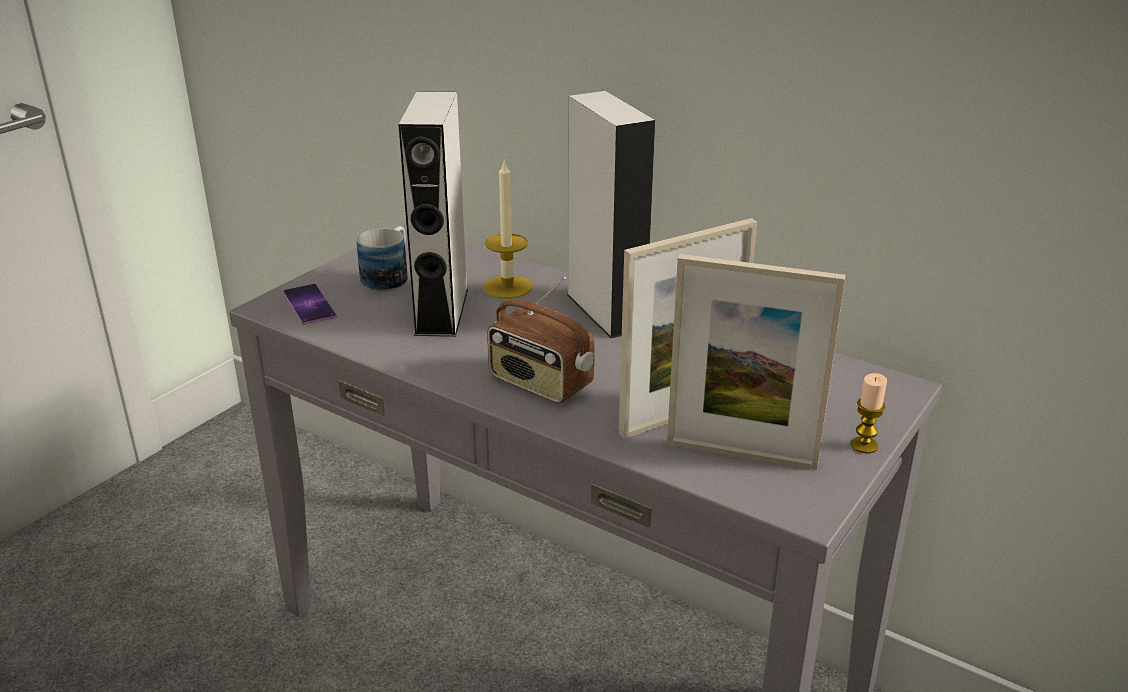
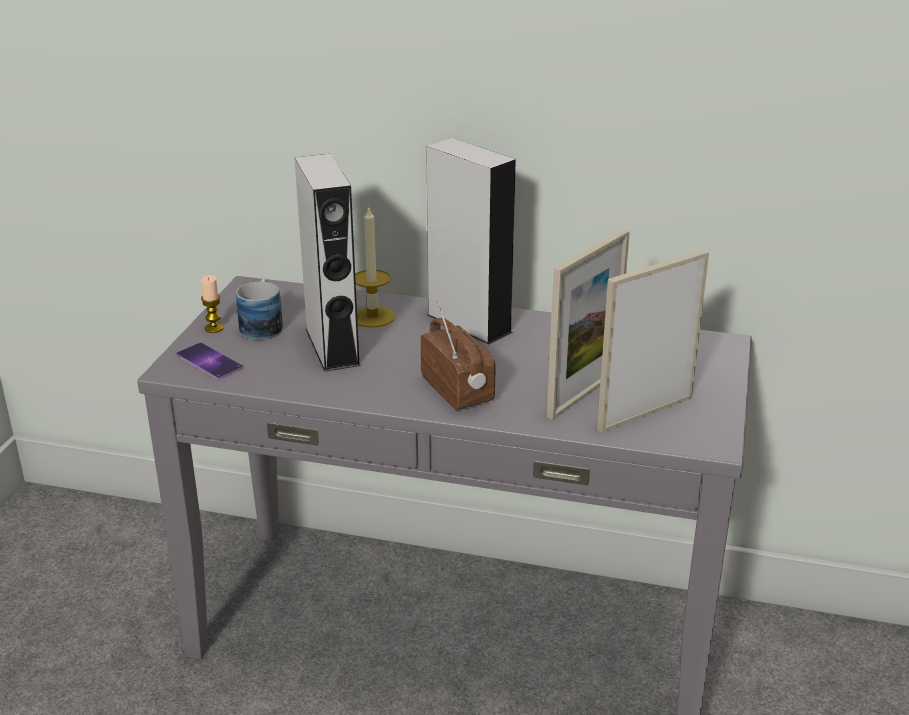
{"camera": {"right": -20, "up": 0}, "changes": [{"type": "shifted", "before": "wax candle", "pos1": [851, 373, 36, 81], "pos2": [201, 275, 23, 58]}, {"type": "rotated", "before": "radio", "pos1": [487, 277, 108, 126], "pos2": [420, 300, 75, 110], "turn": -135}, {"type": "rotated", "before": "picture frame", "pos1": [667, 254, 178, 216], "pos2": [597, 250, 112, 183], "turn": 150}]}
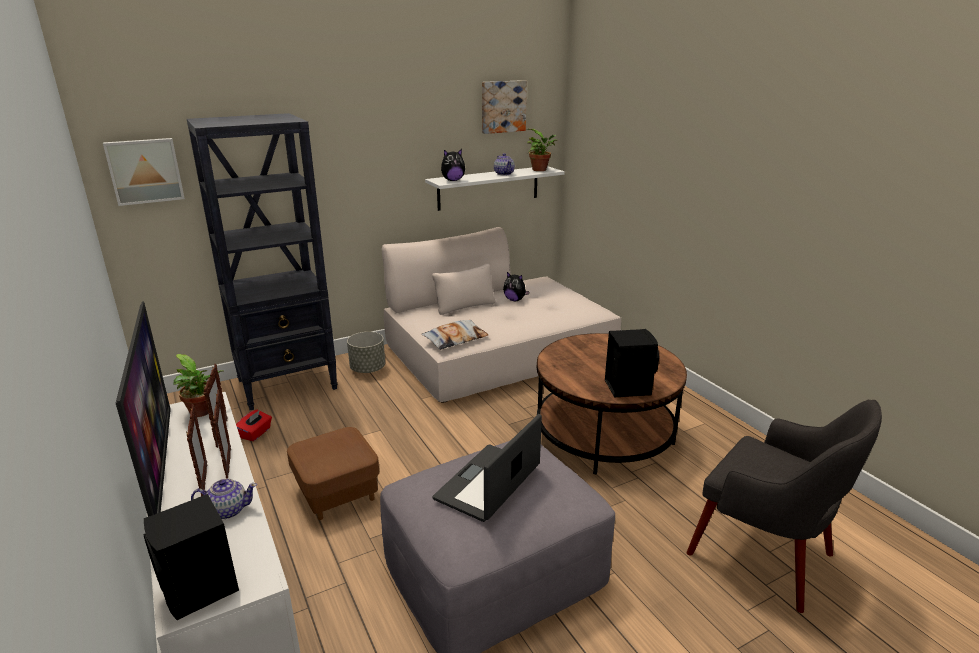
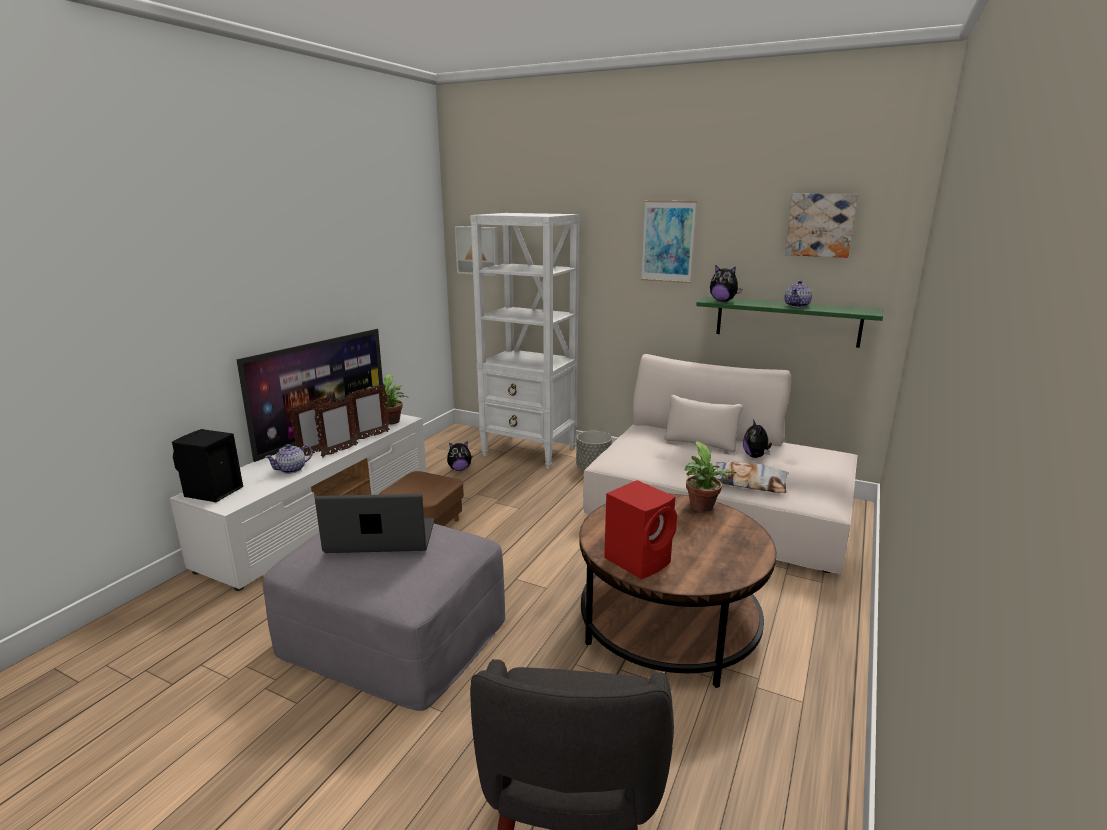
{"camera": {"right": 55, "up": -5}, "changes": [{"type": "rotated", "before": "teapot", "pos1": [191, 479, 66, 40], "pos2": [265, 444, 48, 30], "turn": 90}, {"type": "swapped", "before": "reddish tissue box", "after": "plush toy", "pos1": [236, 410, 36, 31], "pos2": [447, 441, 26, 30]}, {"type": "repainted", "before": "blackish bookcase", "after": "whitish bookcase", "pos1": [187, 113, 151, 297], "pos2": [470, 213, 110, 256]}, {"type": "repainted", "before": "blackish loudspeaker", "after": "reddish loudspeaker", "pos1": [605, 329, 54, 69], "pos2": [604, 480, 73, 99]}, {"type": "new", "after": "wall art", "pos2": [641, 201, 55, 82]}, {"type": "shifted", "before": "potted plant", "pos1": [527, 129, 31, 42], "pos2": [684, 441, 52, 71]}, {"type": "repainted", "before": "whitish shelf", "after": "green shelf", "pos1": [425, 166, 140, 45], "pos2": [696, 296, 187, 52]}, {"type": "shifted", "before": "pillow", "pos1": [421, 320, 67, 30], "pos2": [715, 462, 74, 31]}]}
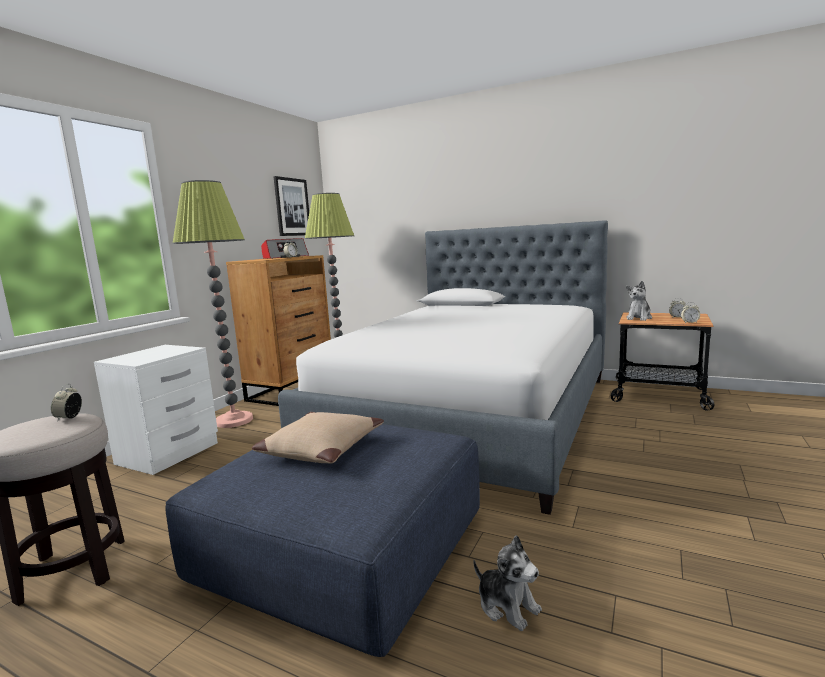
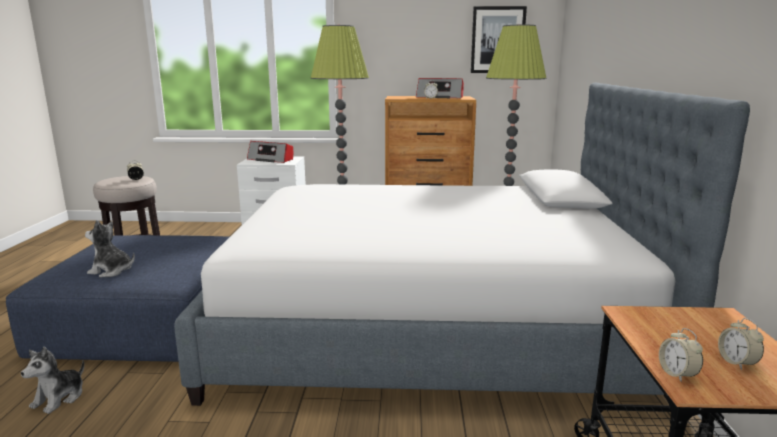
{"camera": {"right": 65, "up": 5}, "changes": [{"type": "shifted", "before": "plush toy", "pos1": [626, 281, 26, 40], "pos2": [85, 220, 50, 57]}, {"type": "new", "after": "radio", "pos2": [247, 141, 46, 22]}, {"type": "gone", "before": "beige-coloured pillow", "pos1": [252, 412, 132, 51]}]}
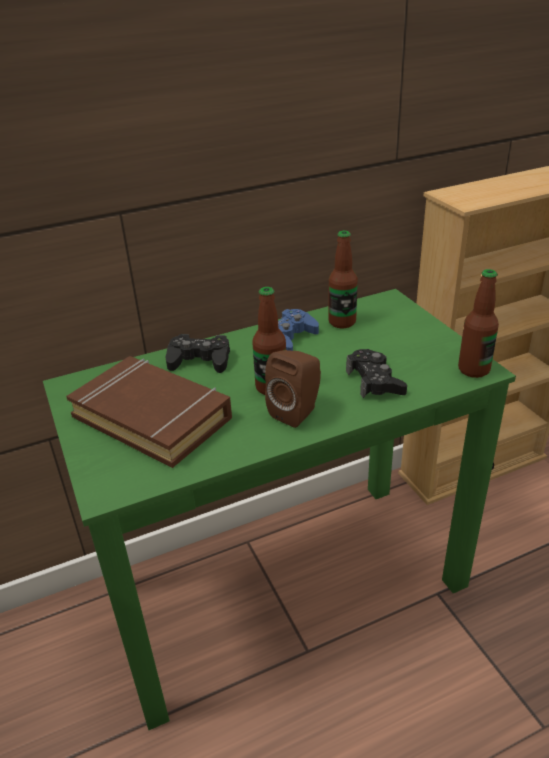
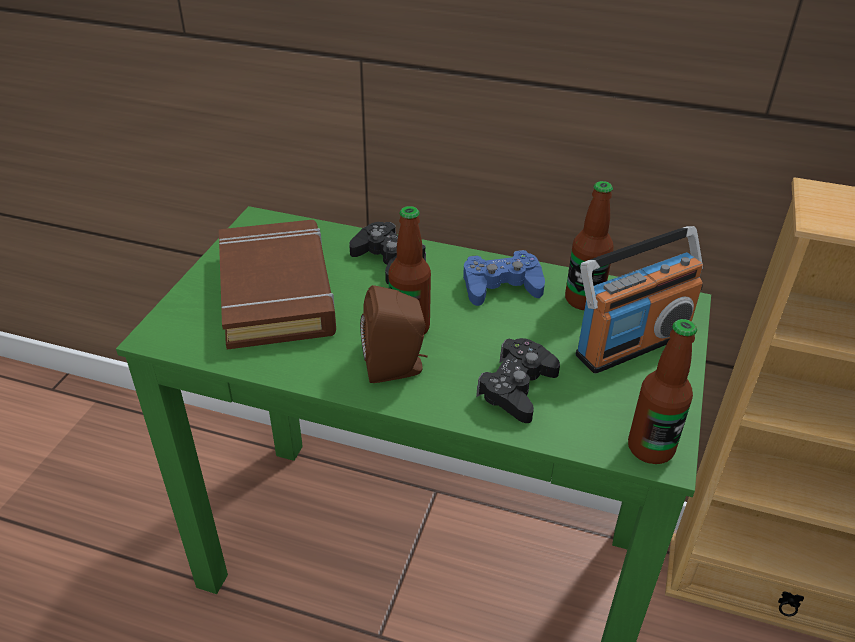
{"camera": {"right": 40, "up": 5}, "changes": [{"type": "new", "after": "radio", "pos2": [575, 226, 128, 148]}]}
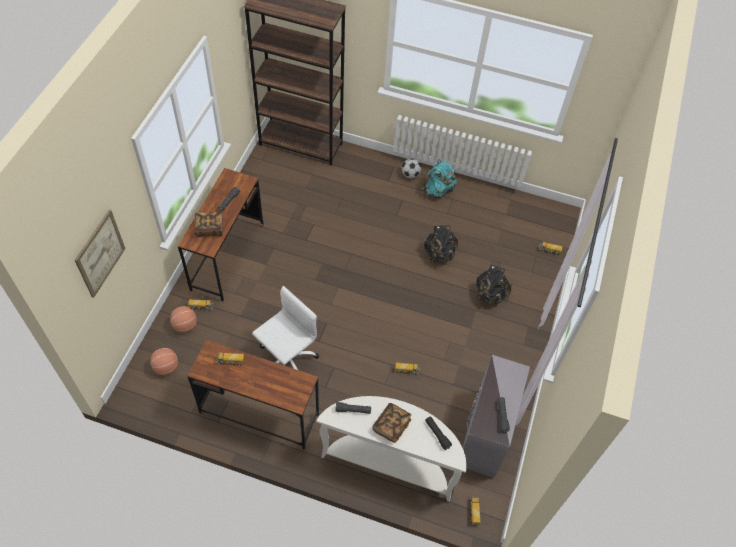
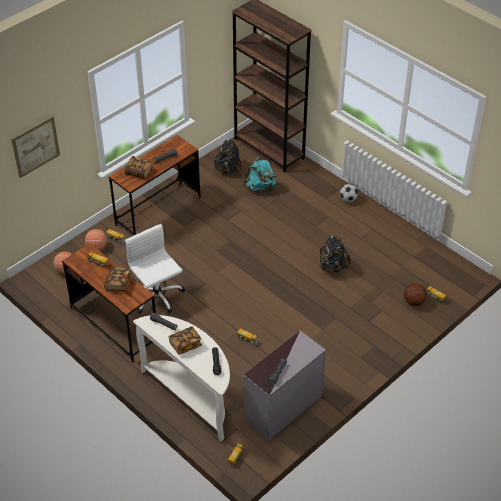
{"camera": {"right": 30, "up": -10}, "changes": [{"type": "new", "after": "volume", "pos2": [104, 266, 28, 25]}, {"type": "rotated", "before": "whitish computer chair", "pos1": [252, 286, 67, 84], "pos2": [125, 224, 60, 90], "turn": -105}, {"type": "shifted", "before": "blackish backpack", "pos1": [477, 265, 34, 39], "pos2": [214, 139, 28, 35]}, {"type": "shifted", "before": "turquoise-coloured backpack", "pos1": [421, 159, 36, 39], "pos2": [243, 156, 33, 37]}, {"type": "new", "after": "basketball ball", "pos2": [404, 283, 23, 23]}]}
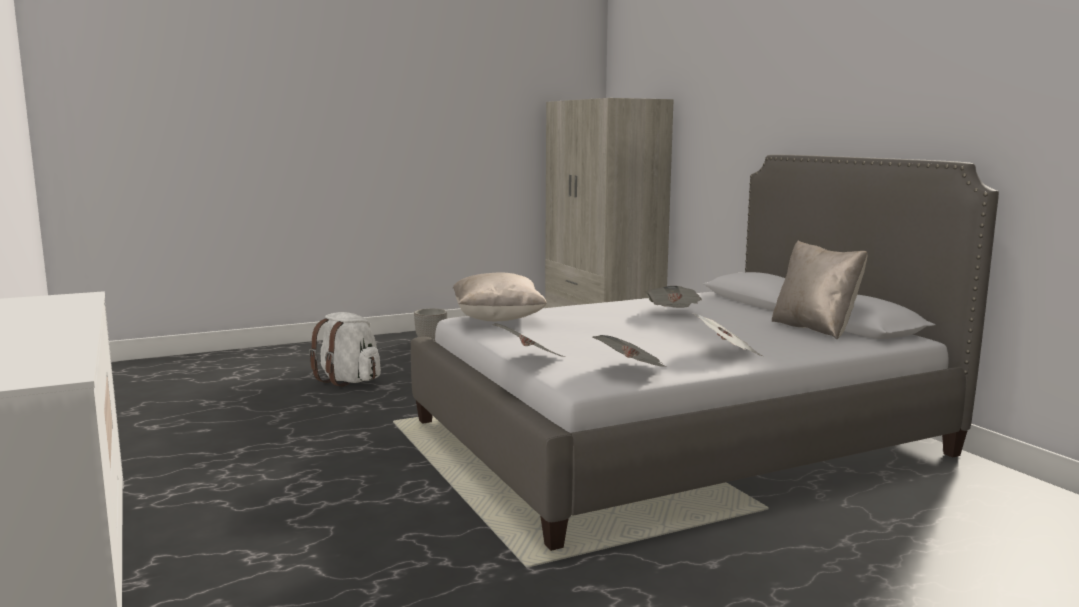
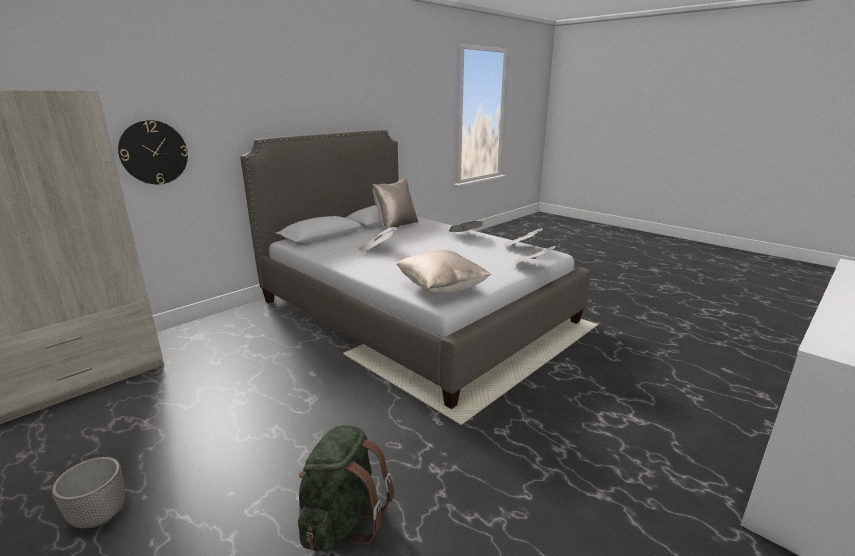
{"camera": {"right": -110, "up": 10}, "changes": [{"type": "new", "after": "clock on the wall", "pos2": [118, 120, 70, 64]}, {"type": "repainted", "before": "whitish backpack", "after": "green backpack", "pos1": [309, 312, 72, 75], "pos2": [298, 425, 96, 127]}]}
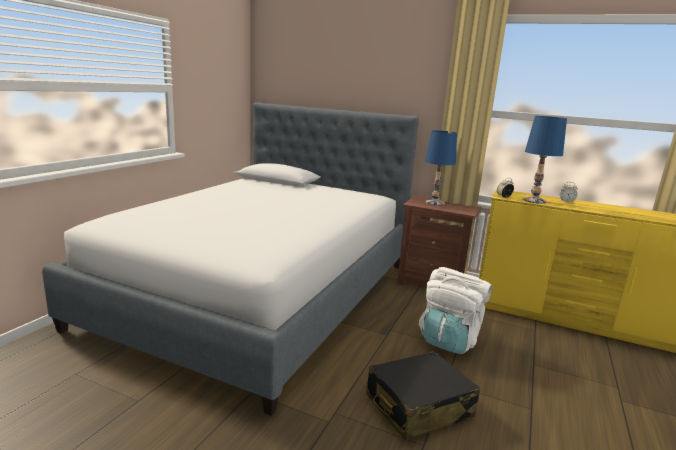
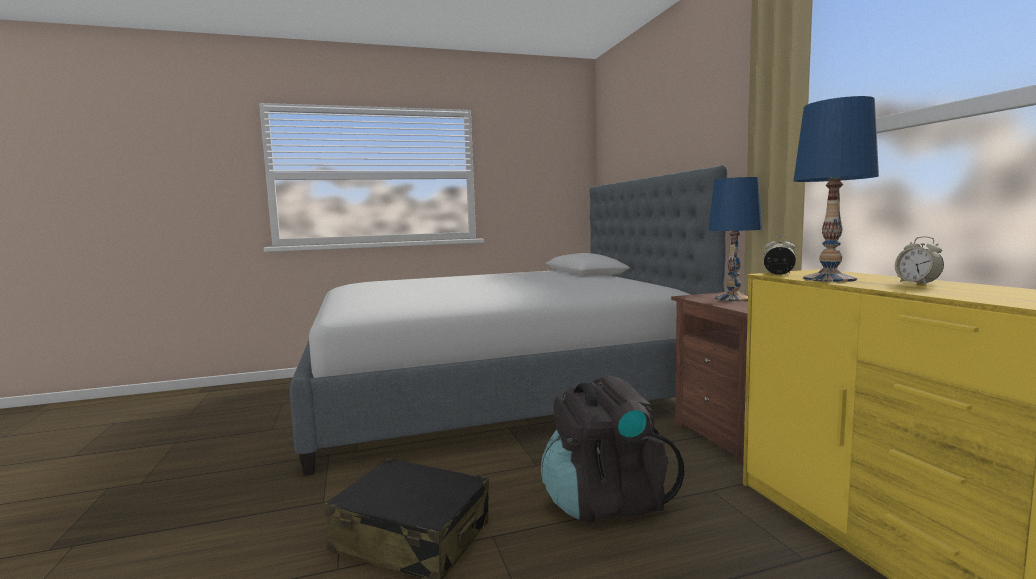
{"camera": {"right": 50, "up": -10}, "changes": [{"type": "repainted", "before": "whitish backpack", "after": "blackish backpack", "pos1": [419, 267, 73, 87], "pos2": [541, 375, 143, 148]}]}
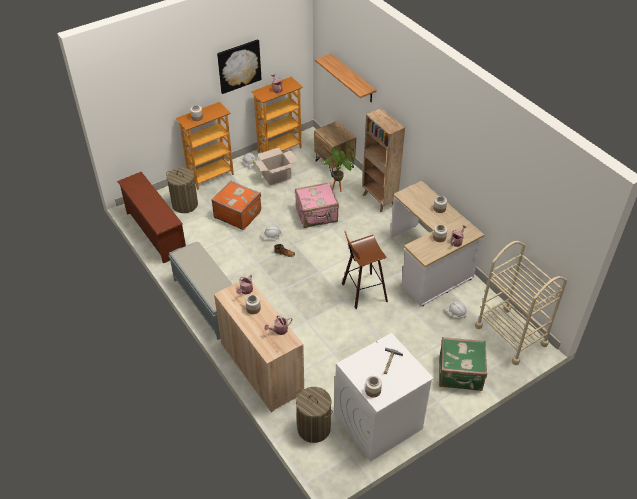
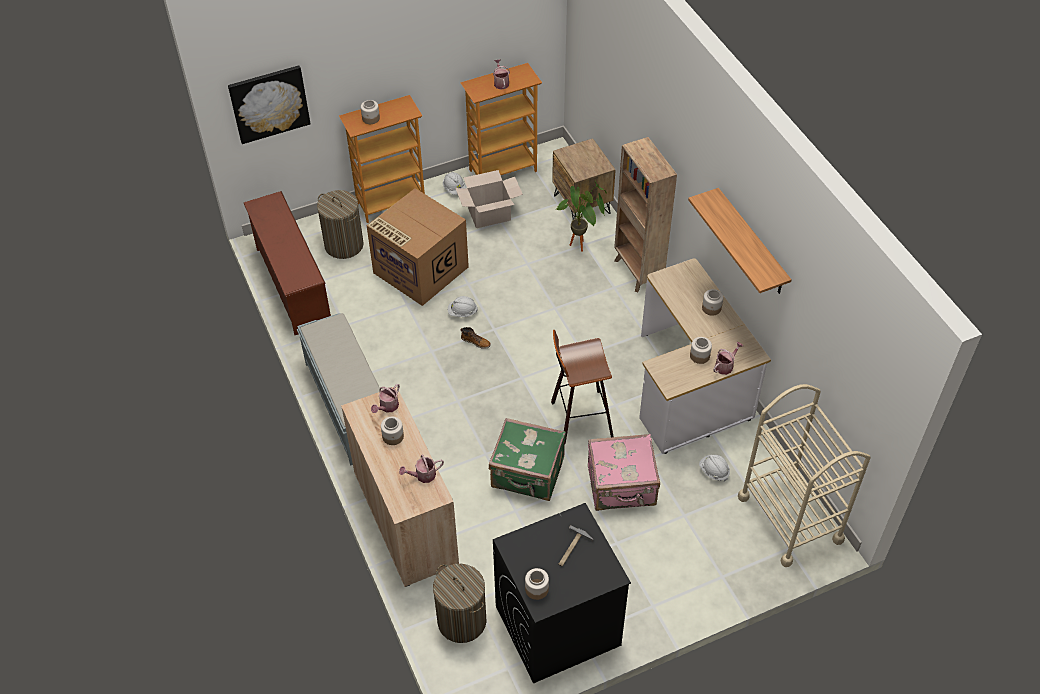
{"camera": {"right": 10, "up": 5}, "changes": [{"type": "shifted", "before": "wall art", "pos1": [217, 39, 45, 55], "pos2": [228, 65, 83, 79]}, {"type": "swapped", "before": "orange-coloured travel case", "after": "cardboard box", "pos1": [211, 181, 50, 49], "pos2": [366, 188, 103, 118]}, {"type": "shifted", "before": "green travel case", "pos1": [439, 337, 48, 54], "pos2": [489, 418, 77, 83]}, {"type": "repainted", "before": "whitish laundry appliance", "after": "blackish laundry appliance", "pos1": [334, 333, 100, 129], "pos2": [493, 503, 138, 181]}, {"type": "shifted", "before": "pink travel case", "pos1": [295, 182, 44, 46], "pos2": [588, 434, 72, 77]}, {"type": "shifted", "before": "shelf", "pos1": [315, 54, 62, 48], "pos2": [688, 188, 104, 106]}]}
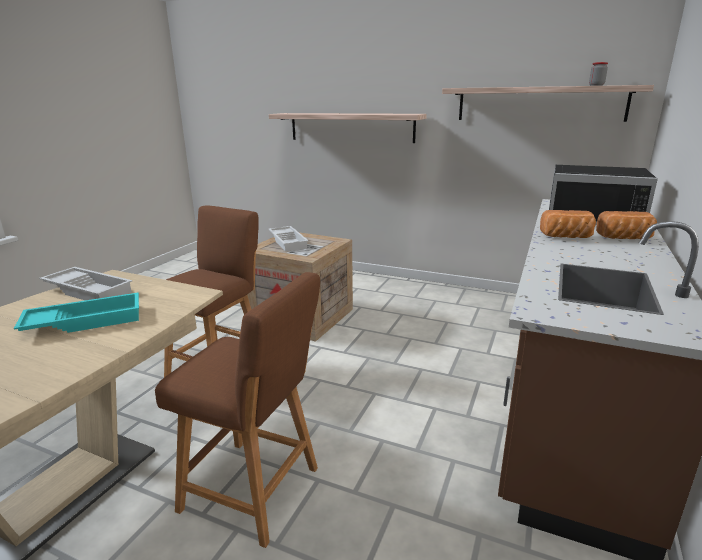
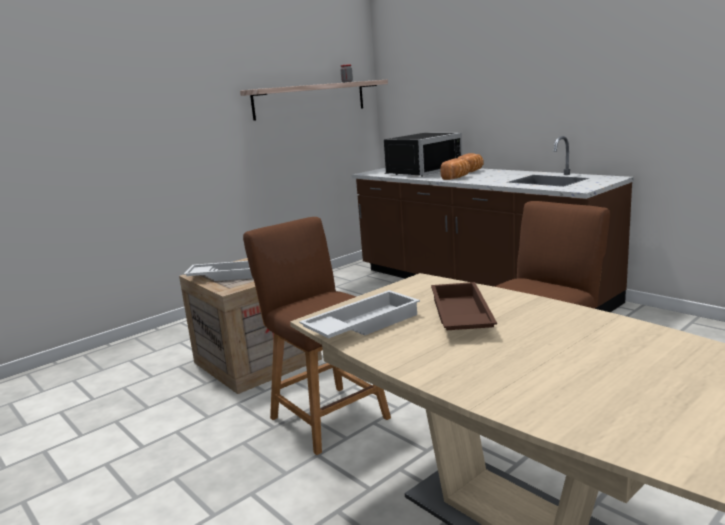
{"camera": {"right": -65, "up": -5}, "changes": [{"type": "repainted", "before": "turquoise-coloured carrying tray", "after": "brown-coloured carrying tray", "pos1": [14, 293, 125, 40], "pos2": [431, 282, 66, 48]}, {"type": "gone", "before": "shelf", "pos1": [269, 113, 158, 30]}]}
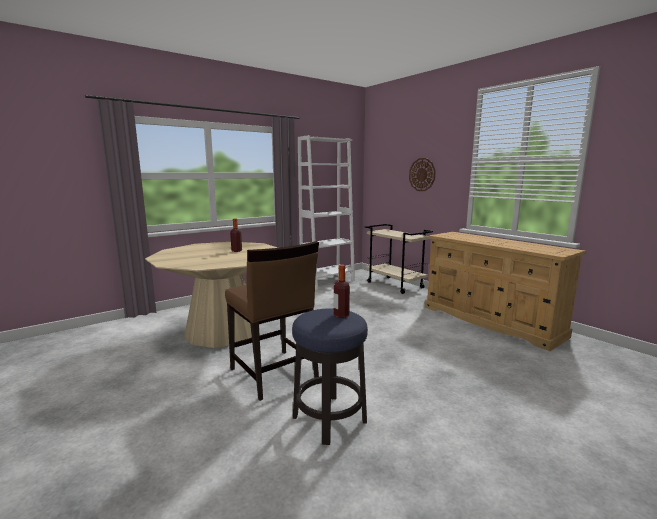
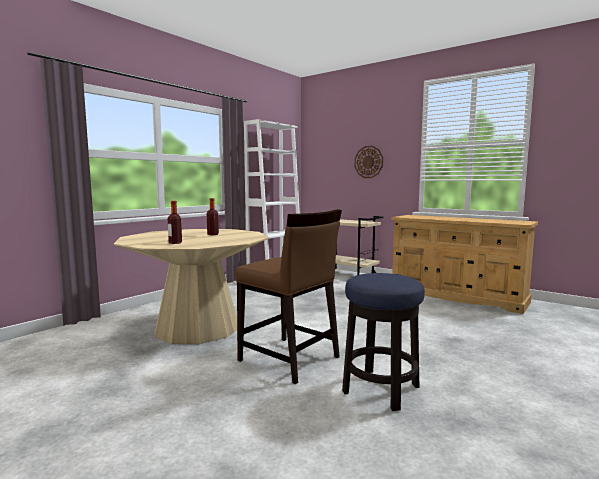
{"camera": {"right": -15, "up": -5}, "changes": [{"type": "shifted", "before": "drink bottle", "pos1": [334, 265, 16, 53], "pos2": [168, 201, 14, 43]}]}
